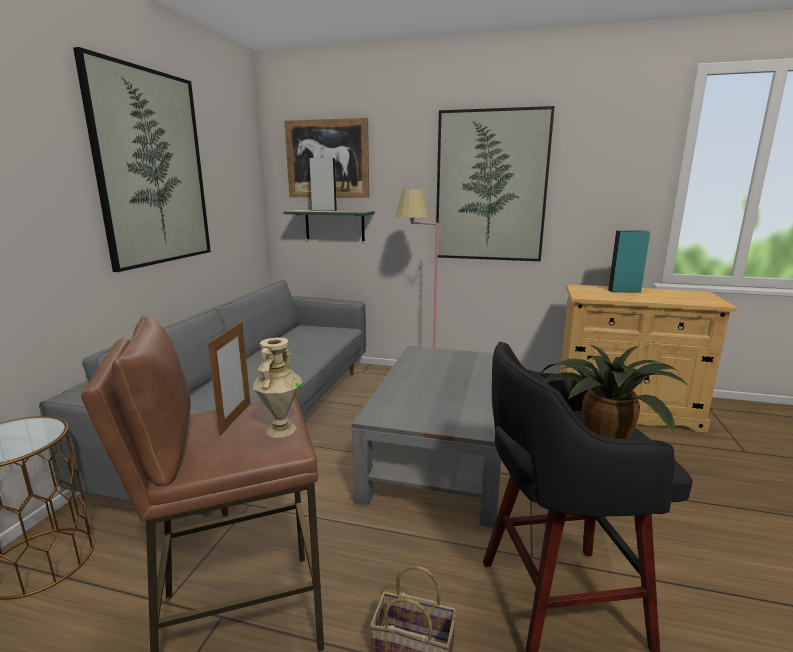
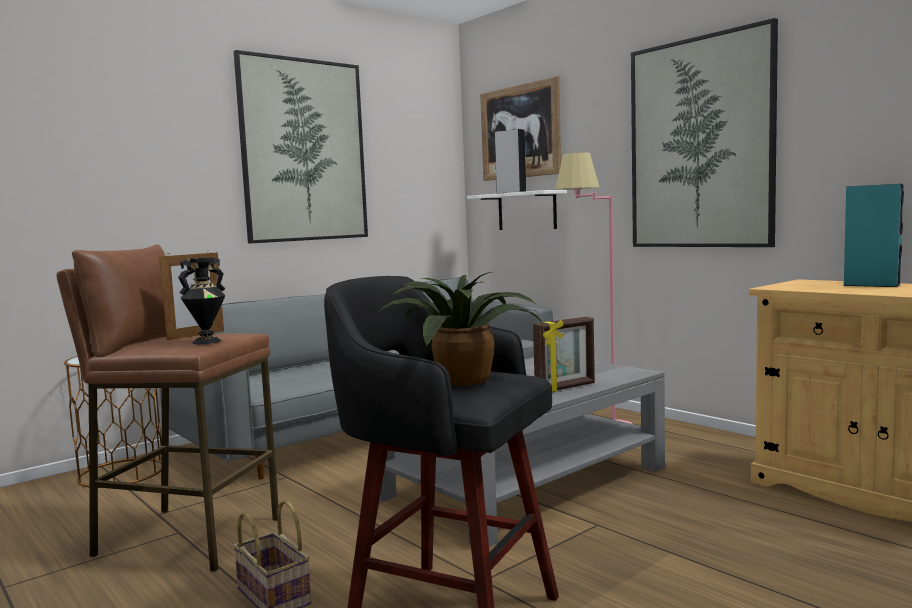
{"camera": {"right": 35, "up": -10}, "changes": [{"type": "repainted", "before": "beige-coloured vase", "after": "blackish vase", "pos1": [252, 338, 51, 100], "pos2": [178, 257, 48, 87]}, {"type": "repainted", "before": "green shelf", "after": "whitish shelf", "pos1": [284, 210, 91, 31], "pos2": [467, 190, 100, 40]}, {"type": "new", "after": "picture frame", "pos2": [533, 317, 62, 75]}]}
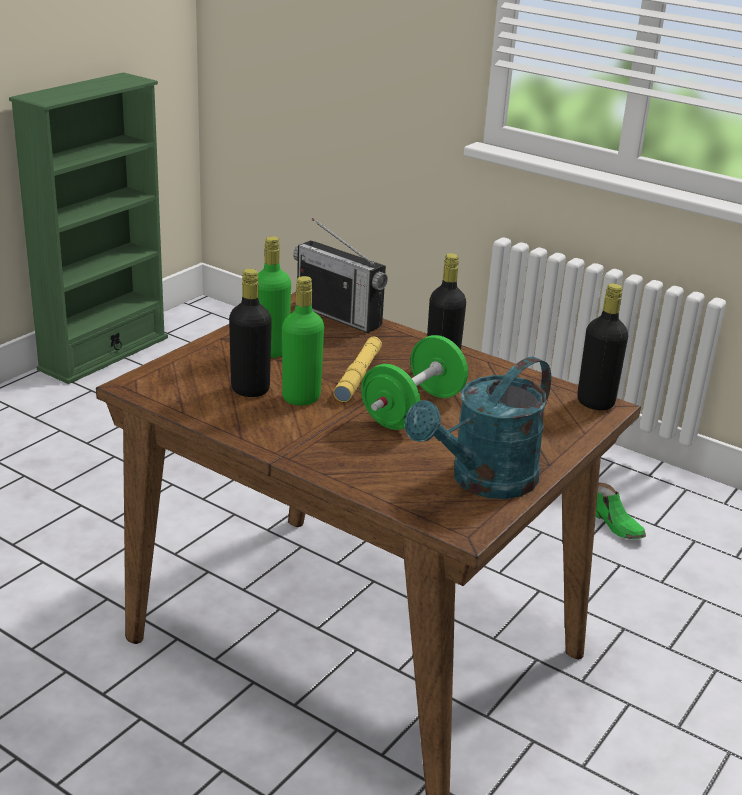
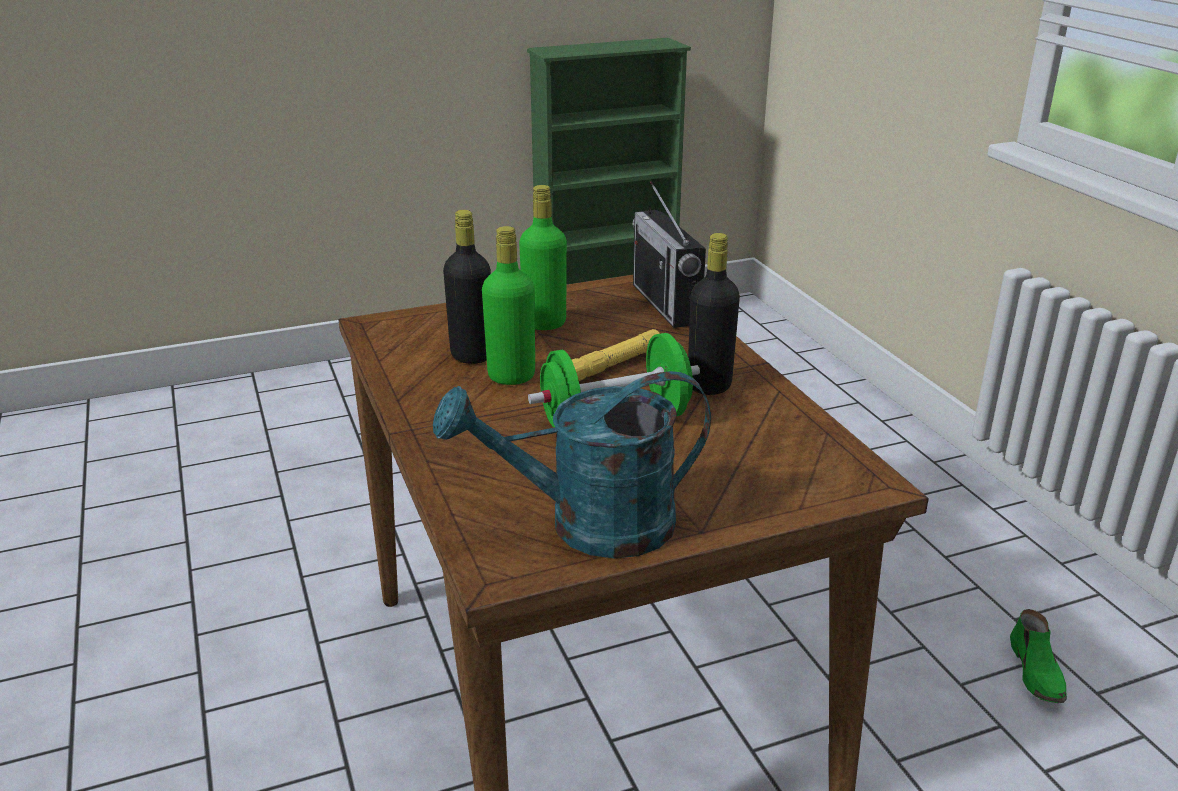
{"camera": {"right": 35, "up": 0}, "changes": [{"type": "gone", "before": "blackish drink bottle", "pos1": [577, 284, 51, 126]}]}
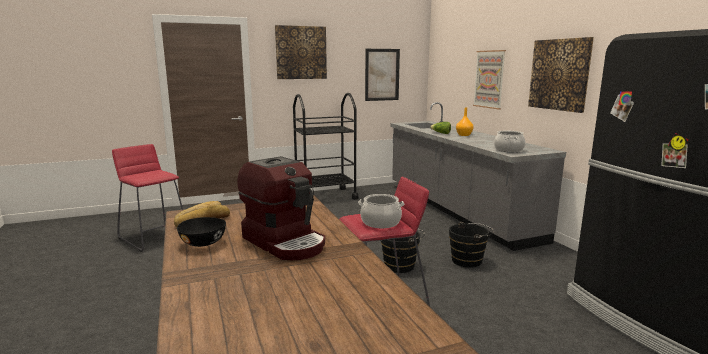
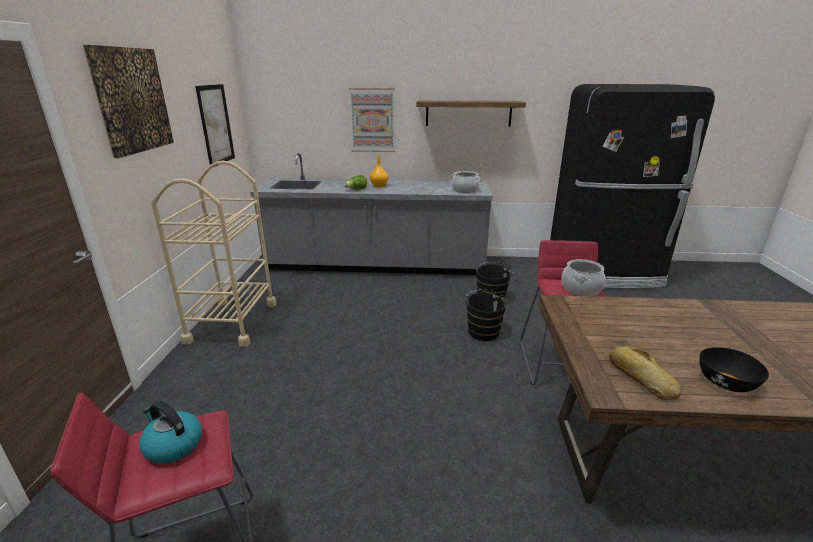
{"camera": {"right": -65, "up": 10}, "changes": [{"type": "new", "after": "water kettle", "pos2": [139, 401, 63, 62]}, {"type": "repainted", "before": "blackish trolley", "after": "beige-coloured trolley", "pos1": [293, 93, 65, 107], "pos2": [151, 161, 126, 186]}, {"type": "swapped", "before": "wall art", "after": "shelf", "pos1": [528, 37, 66, 76], "pos2": [416, 101, 110, 26]}, {"type": "gone", "before": "coffee maker", "pos1": [237, 156, 88, 104]}]}
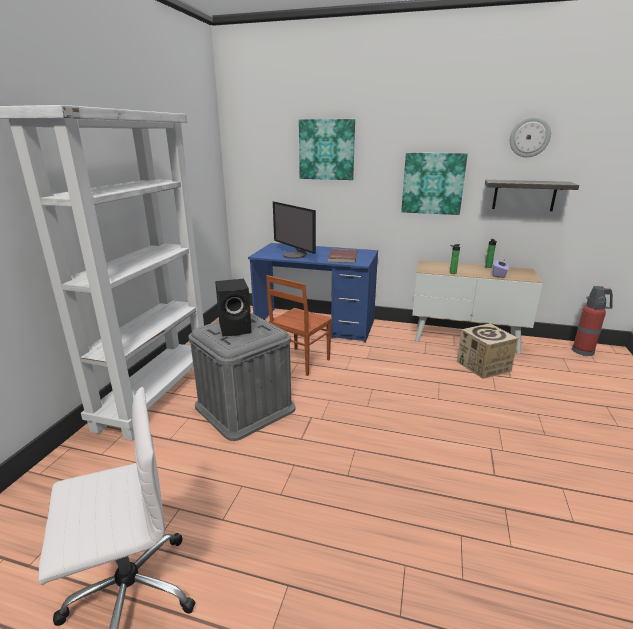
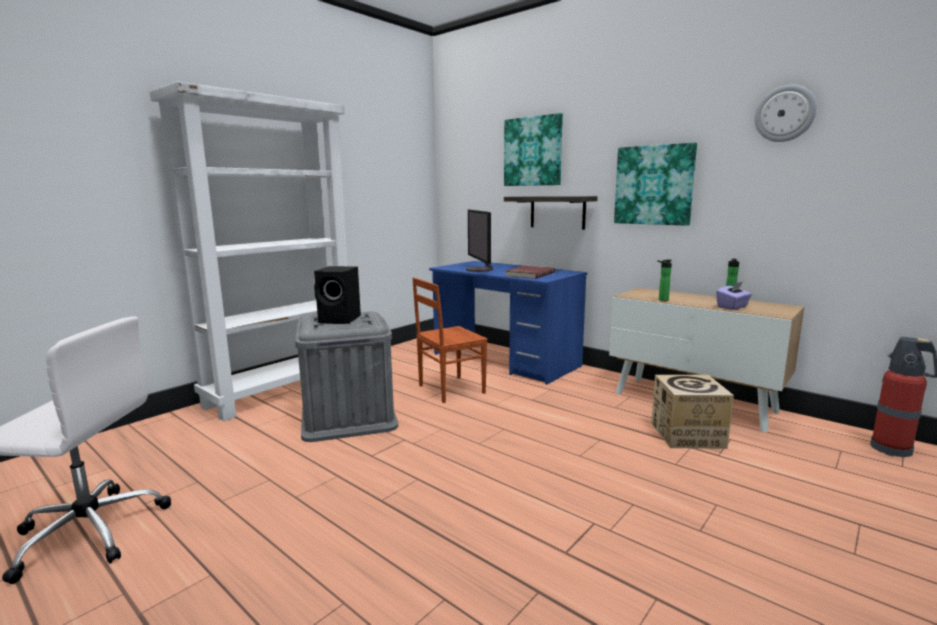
{"camera": {"right": 25, "up": -10}, "changes": [{"type": "shifted", "before": "shelf", "pos1": [485, 180, 94, 31], "pos2": [504, 196, 94, 33]}]}
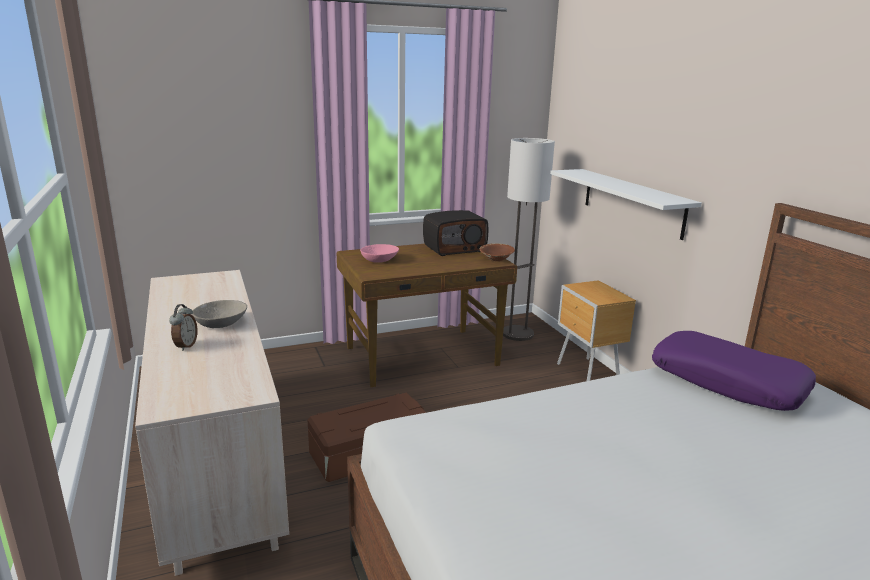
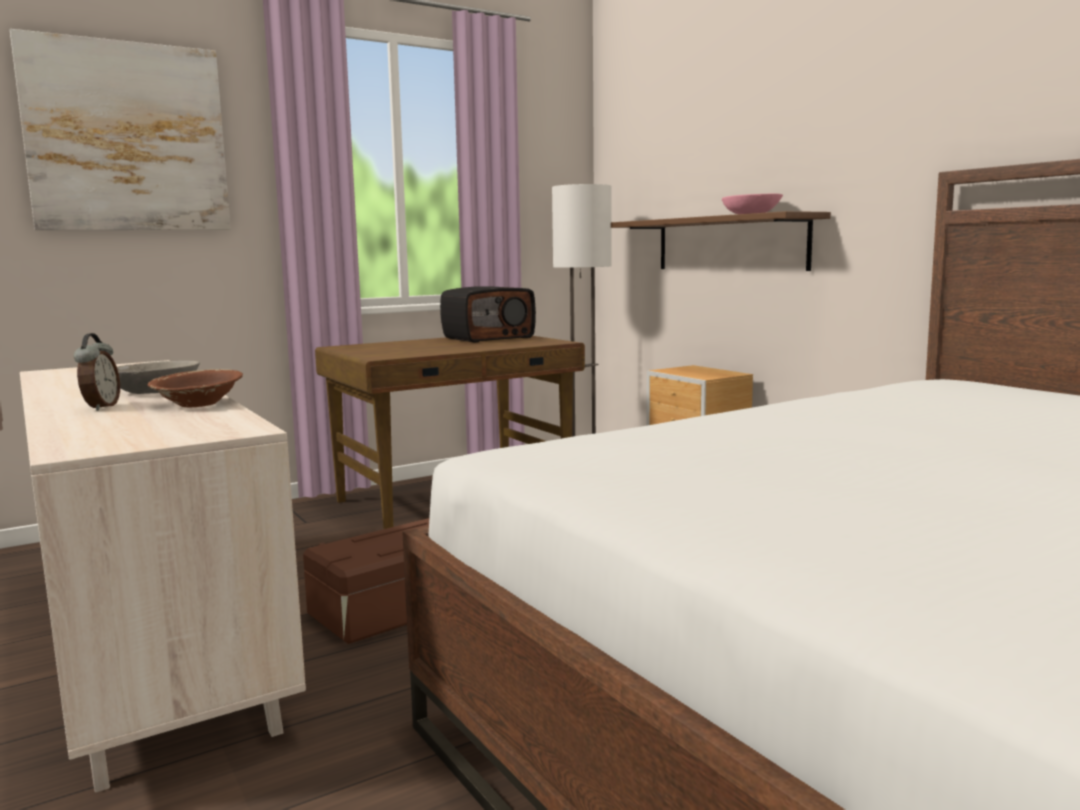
{"camera": {"right": -10, "up": -10}, "changes": [{"type": "new", "after": "wall art", "pos2": [10, 29, 221, 201]}, {"type": "shifted", "before": "brown-coloured serving bowl", "pos1": [479, 243, 36, 18], "pos2": [148, 369, 95, 38]}, {"type": "repainted", "before": "whitish shelf", "after": "brown-coloured shelf", "pos1": [550, 169, 152, 71], "pos2": [611, 211, 220, 60]}, {"type": "shifted", "before": "pink serving bowl", "pos1": [360, 244, 39, 18], "pos2": [722, 194, 61, 20]}, {"type": "gone", "before": "purplish pillow", "pos1": [652, 331, 164, 80]}]}
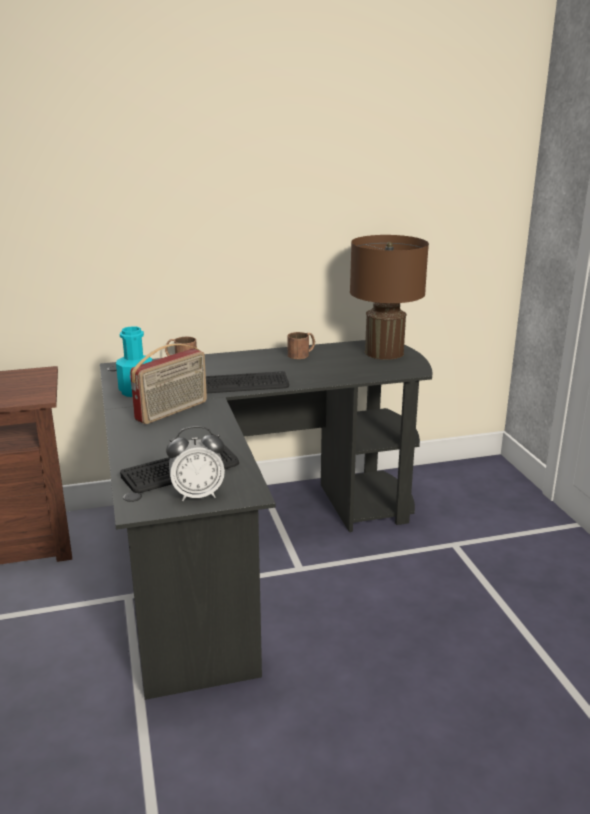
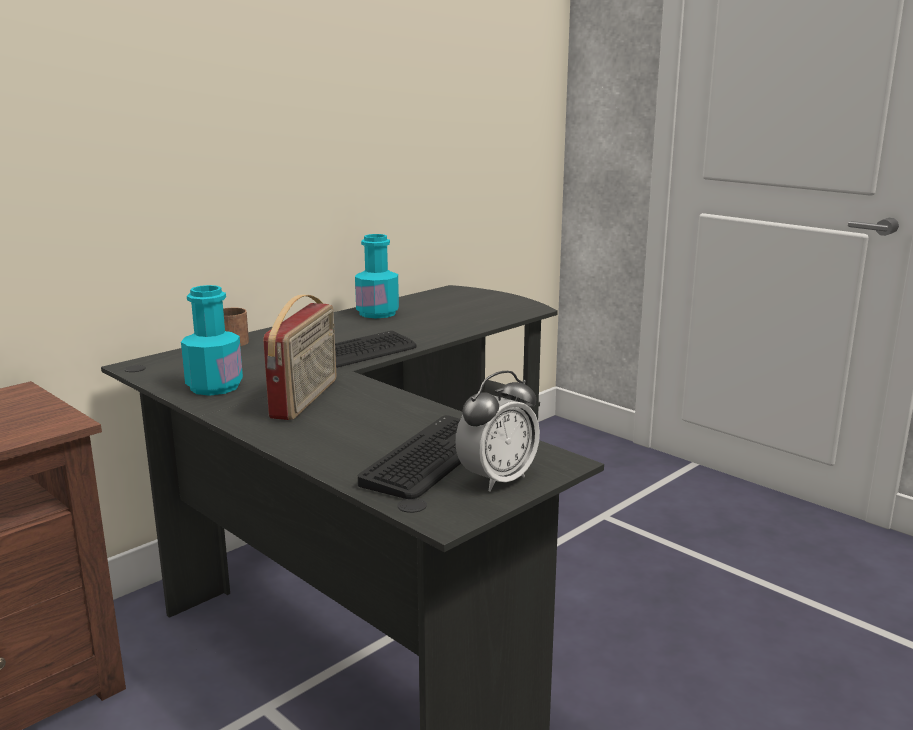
{"camera": {"right": -30, "up": -5}, "changes": [{"type": "swapped", "before": "brown-coloured tea mug", "after": "turquoise-coloured drink bottle", "pos1": [288, 332, 27, 27], "pos2": [355, 234, 44, 85]}, {"type": "gone", "before": "brown-coloured lamp for a table", "pos1": [350, 235, 79, 125]}]}
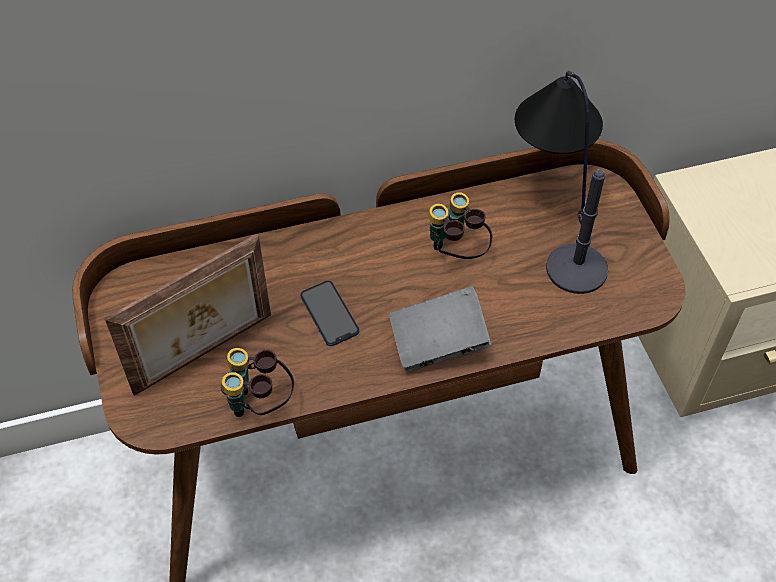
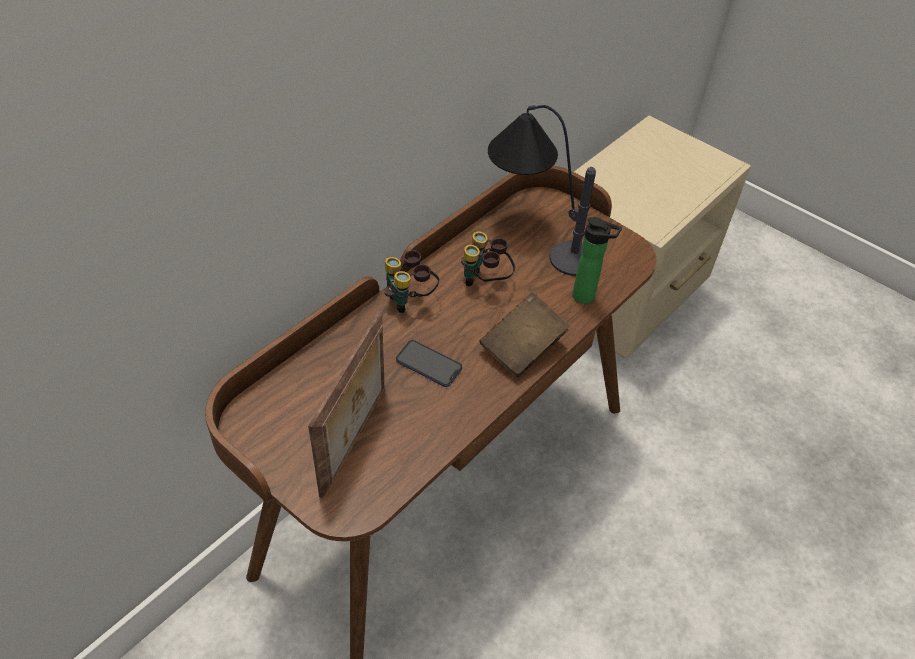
{"camera": {"right": -35, "up": -5}, "changes": [{"type": "shifted", "before": "pair of binoculars", "pos1": [221, 348, 73, 69], "pos2": [384, 250, 55, 63]}, {"type": "repainted", "before": "gray volume", "after": "brown-coloured volume", "pos1": [389, 286, 102, 86], "pos2": [479, 292, 91, 86]}, {"type": "new", "after": "drink bottle", "pos2": [572, 217, 50, 87]}]}
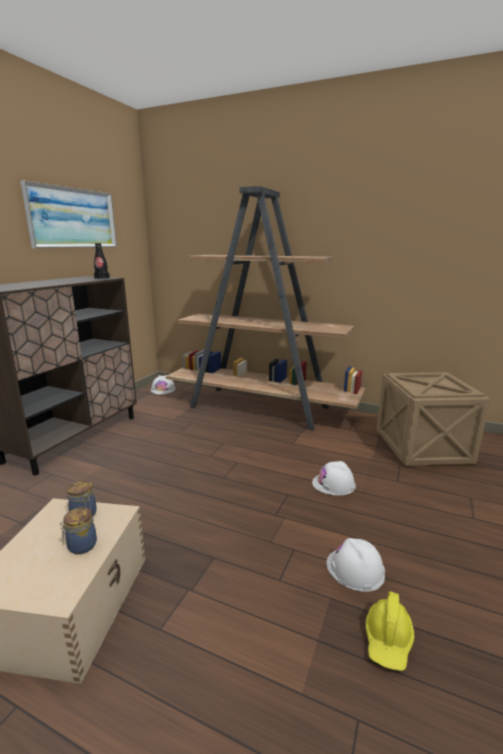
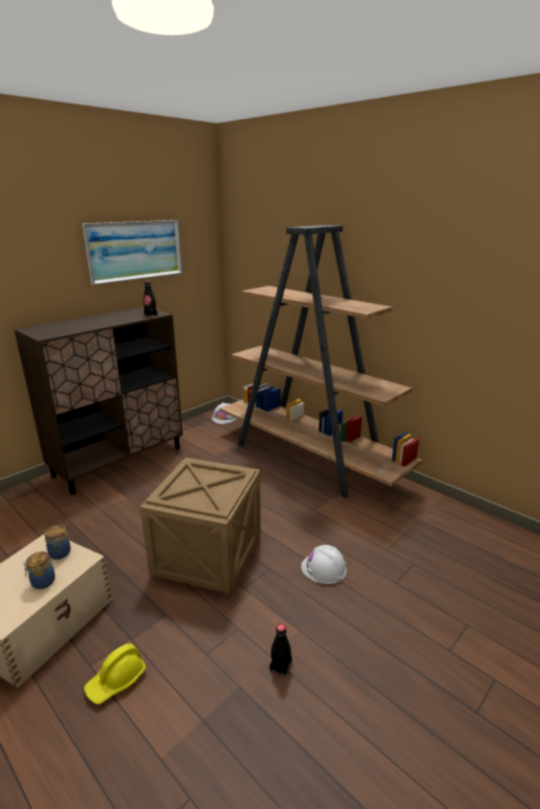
{"camera": {"right": 20, "up": 5}, "changes": [{"type": "shifted", "before": "yellow safety helmet", "pos1": [365, 591, 49, 80], "pos2": [84, 643, 62, 61]}, {"type": "shifted", "before": "crate", "pos1": [376, 372, 114, 94], "pos2": [140, 458, 121, 136]}, {"type": "swapped", "before": "whitish safety helmet", "after": "blackish drink bottle", "pos1": [326, 538, 59, 54], "pos2": [270, 624, 22, 52]}]}
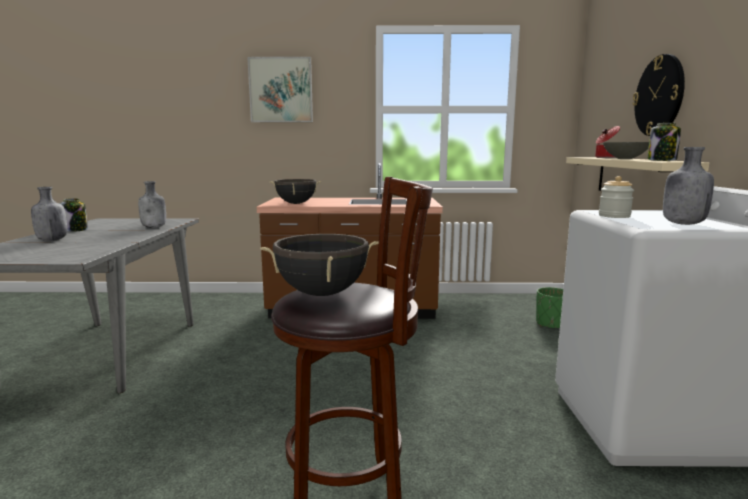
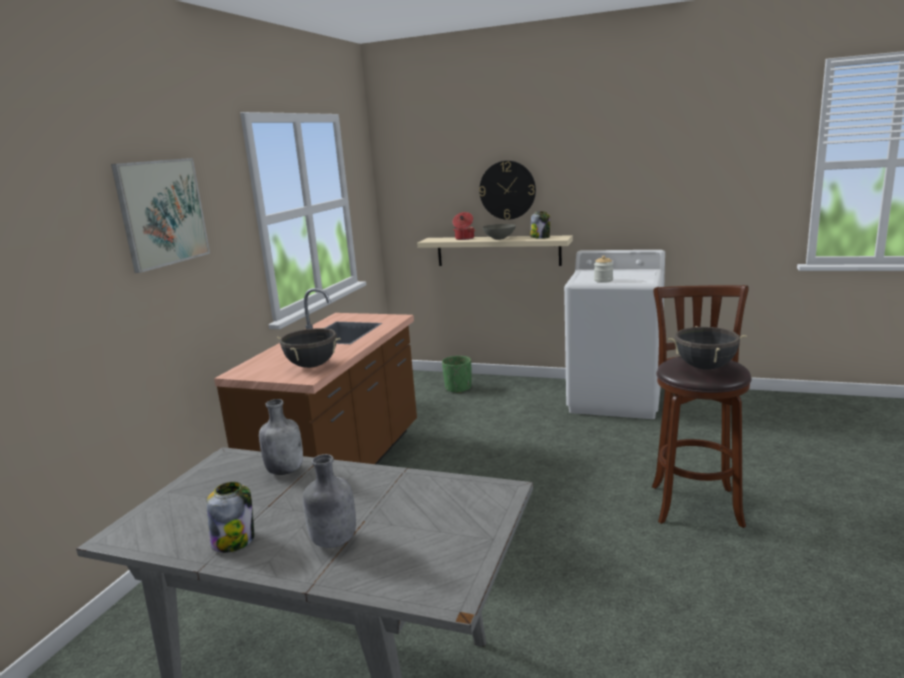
{"camera": {"right": -70, "up": 5}, "changes": [{"type": "gone", "before": "gray drink bottle", "pos1": [663, 147, 51, 78]}]}
